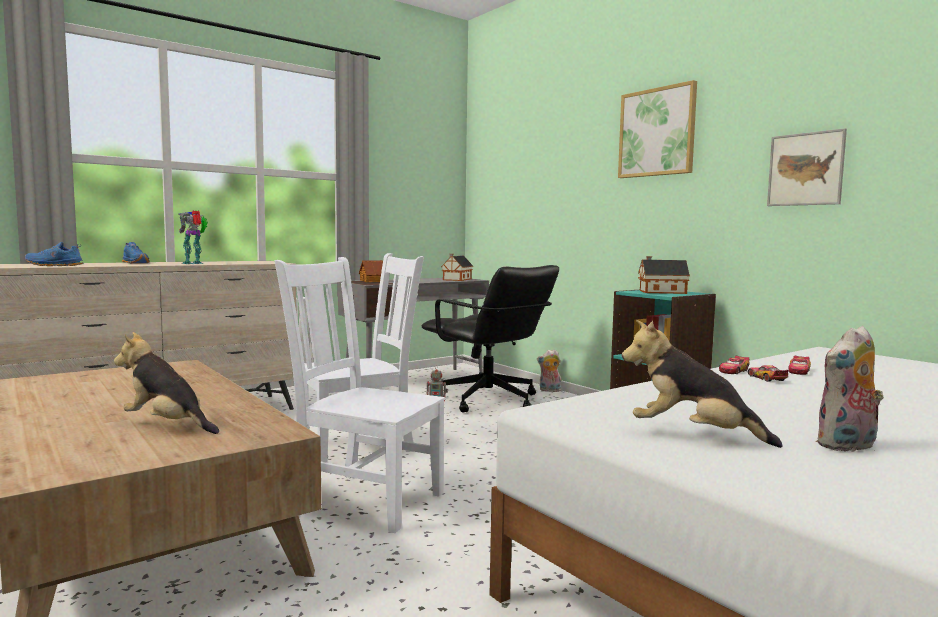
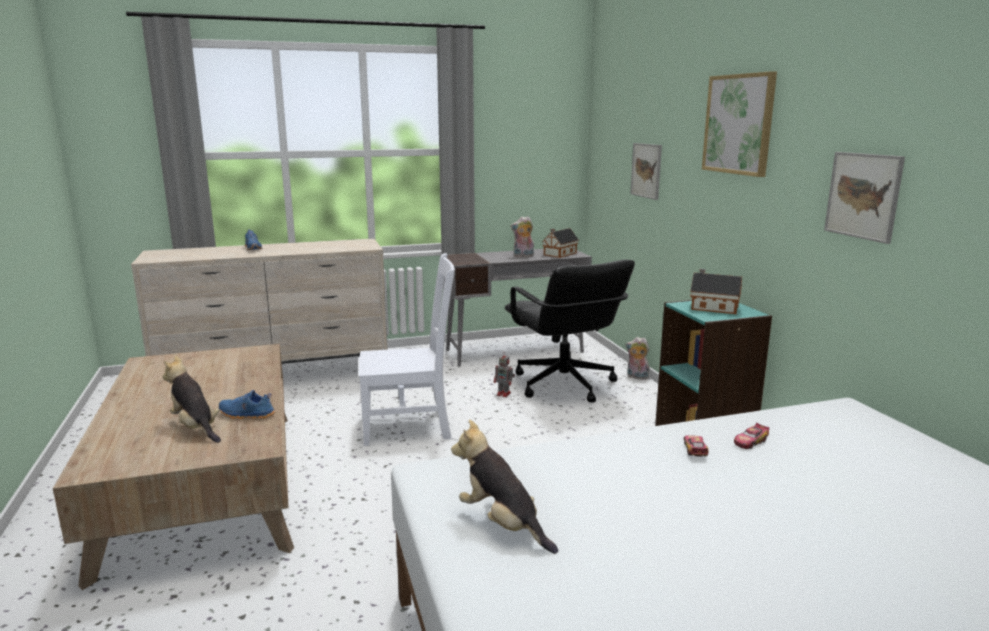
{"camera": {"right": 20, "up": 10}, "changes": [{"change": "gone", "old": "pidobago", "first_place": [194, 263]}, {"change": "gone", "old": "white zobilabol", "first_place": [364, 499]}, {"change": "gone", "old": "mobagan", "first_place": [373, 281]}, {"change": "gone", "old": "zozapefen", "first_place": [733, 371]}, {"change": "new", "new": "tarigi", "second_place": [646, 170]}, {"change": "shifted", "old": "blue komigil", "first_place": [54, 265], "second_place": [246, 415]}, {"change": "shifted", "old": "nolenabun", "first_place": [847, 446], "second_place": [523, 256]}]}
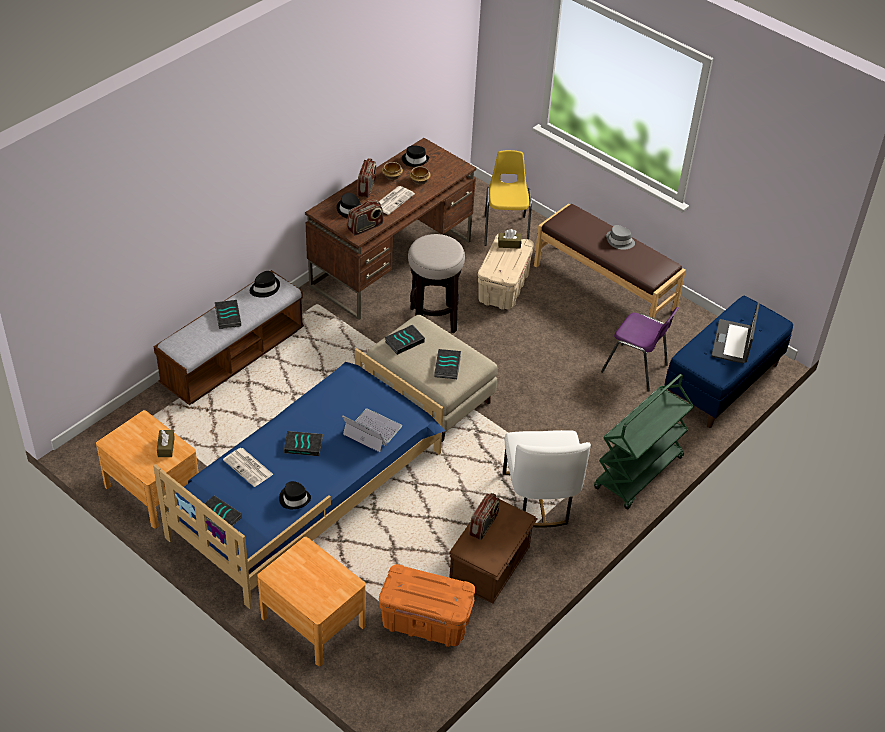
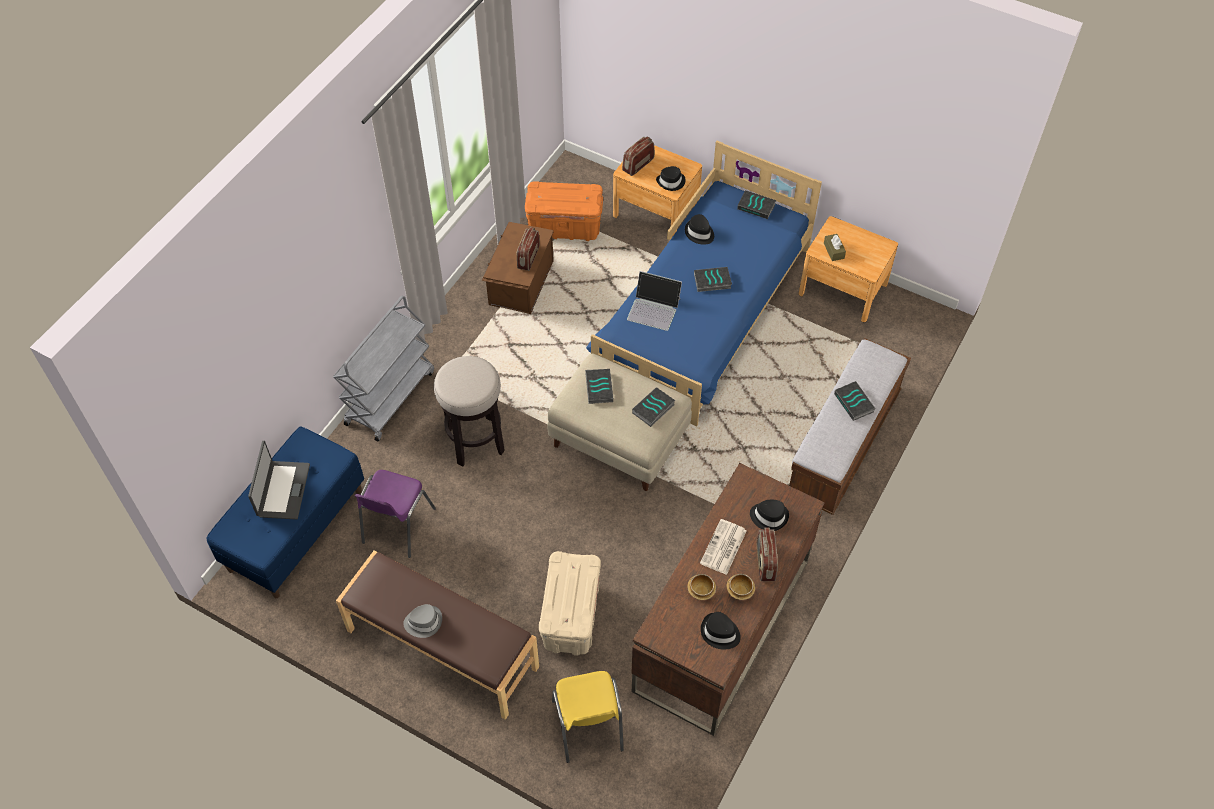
{"camera": {"right": 170, "up": 10}, "changes": [{"change": "gone", "old": "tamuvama", "first_place": [249, 467]}, {"change": "gone", "old": "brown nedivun", "first_place": [509, 244]}, {"change": "gone", "old": "white zobilabol", "first_place": [539, 498]}, {"change": "shifted", "old": "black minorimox", "first_place": [264, 288], "second_place": [671, 182]}, {"change": "shifted", "old": "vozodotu", "first_place": [365, 227], "second_place": [638, 165]}, {"change": "shifted", "old": "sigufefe", "first_place": [433, 320], "second_place": [475, 441]}, {"change": "repainted", "old": "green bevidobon", "new": "grey bevidobon", "first_place": [638, 474], "second_place": [390, 397]}, {"change": "rotated", "old": "purple zobilabol", "first_place": [636, 369], "second_place": [397, 527], "degrees": -90}]}
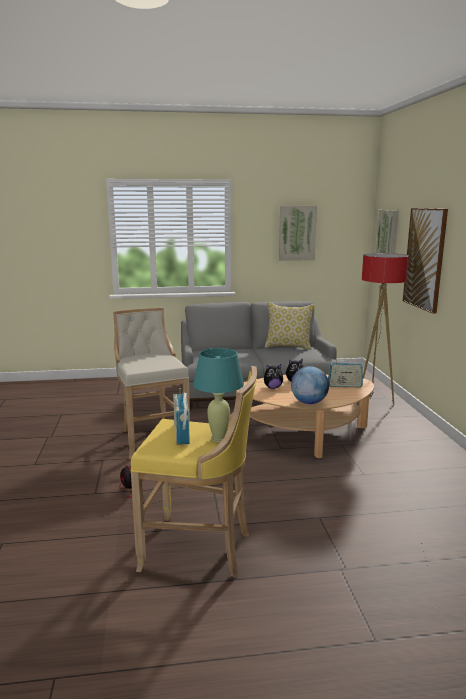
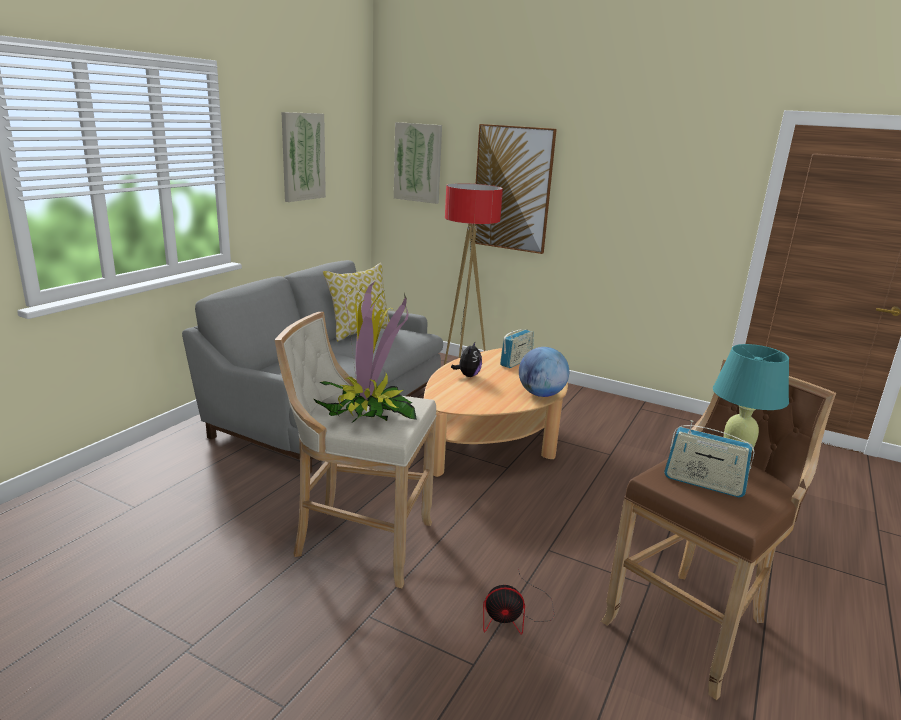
{"camera": {"right": -55, "up": 5}, "changes": [{"change": "gone", "old": "nolenabun", "first_place": [272, 387]}, {"change": "new", "new": "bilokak", "second_place": [367, 412]}, {"change": "repainted", "old": "yellow sigufefe", "new": "brown sigufefe", "first_place": [200, 549], "second_place": [692, 623]}]}
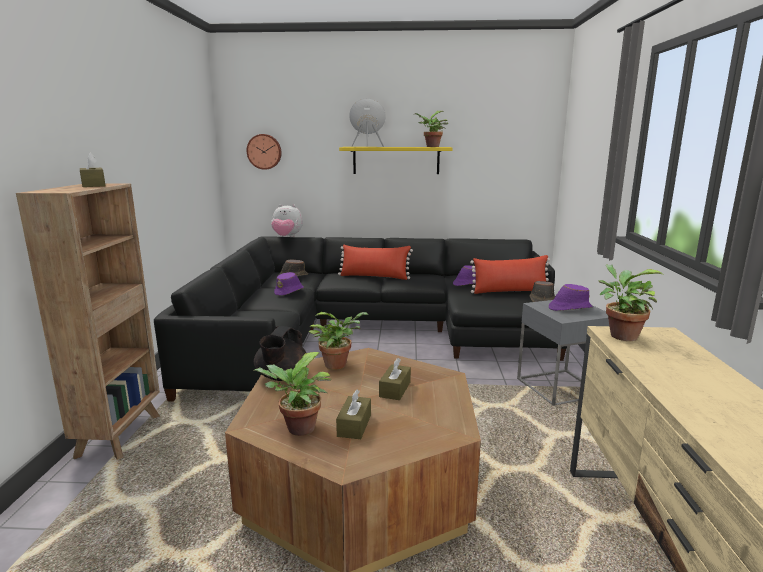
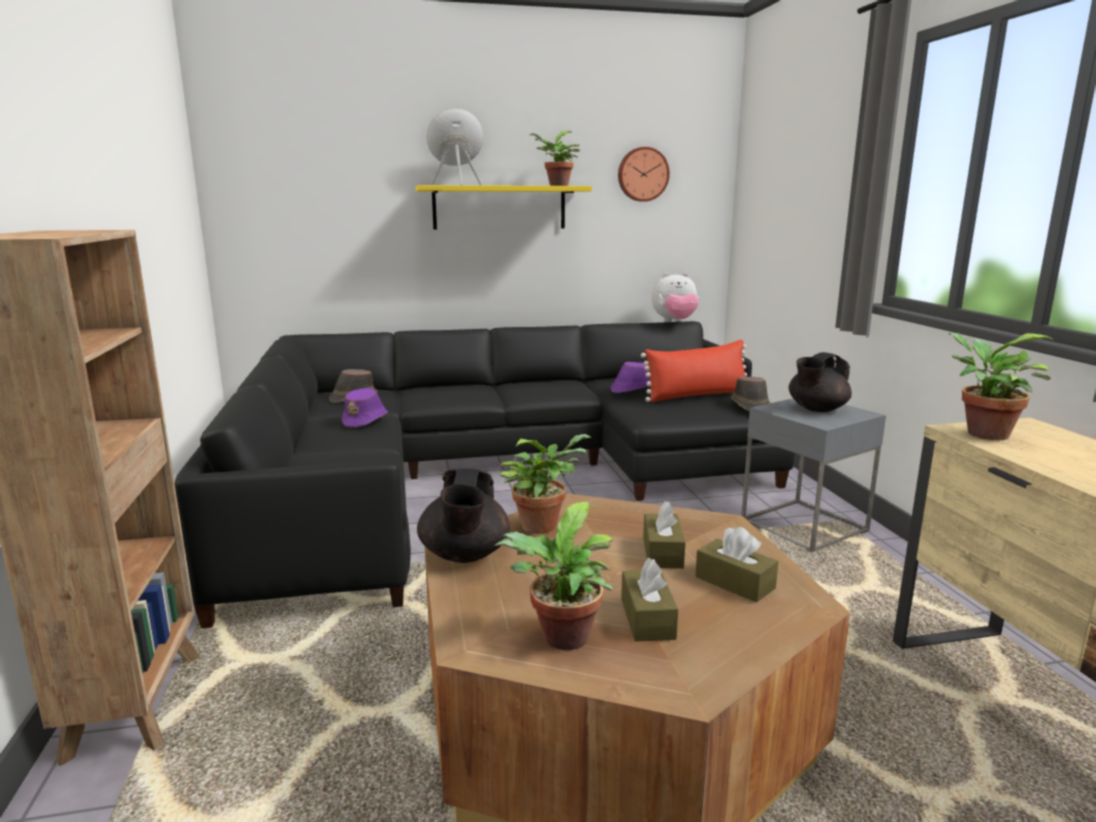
{"camera": {"right": -15, "up": 0}, "changes": [{"change": "gone", "old": "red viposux", "first_place": [374, 276]}, {"change": "shifted", "old": "brown nedivun", "first_place": [93, 185], "second_place": [734, 582]}, {"change": "shifted", "old": "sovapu", "first_place": [264, 151], "second_place": [642, 174]}, {"change": "shifted", "old": "nolenabun", "first_place": [287, 237], "second_place": [675, 322]}, {"change": "swapped", "old": "purple minorimox", "new": "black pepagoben", "first_place": [569, 308], "second_place": [816, 409]}]}
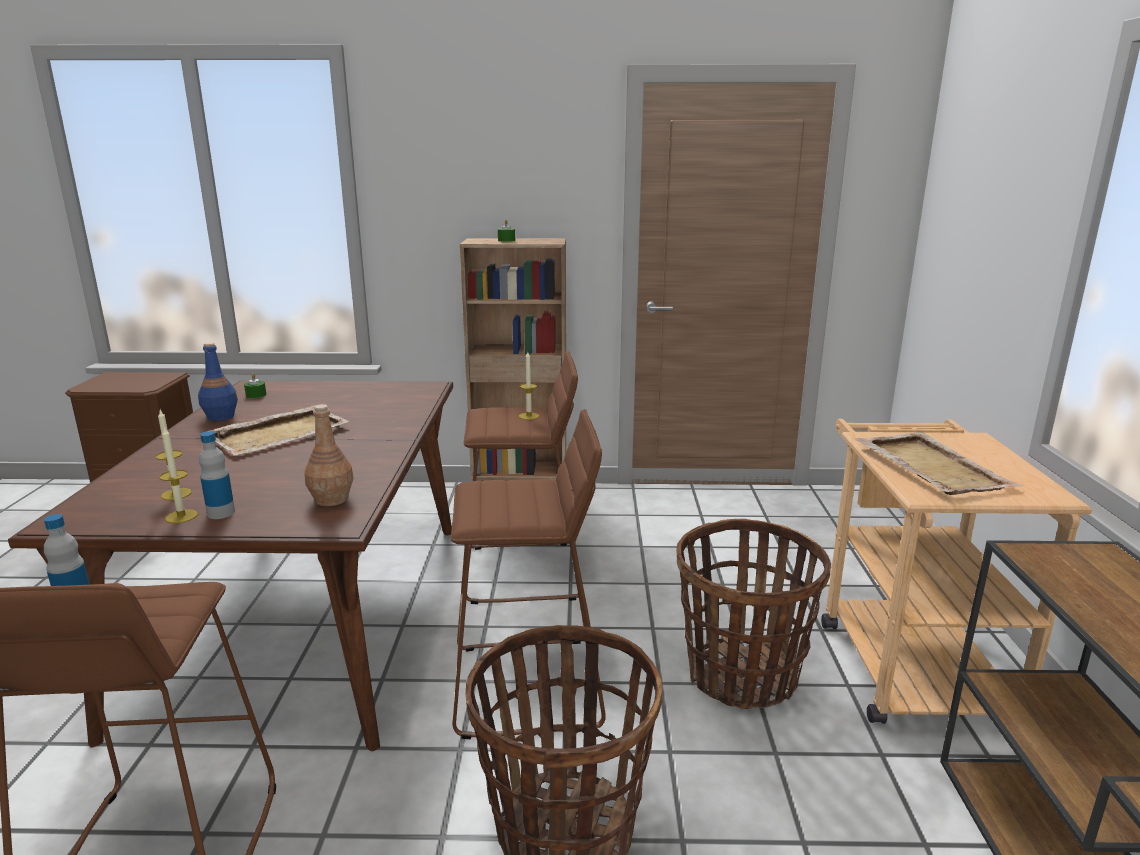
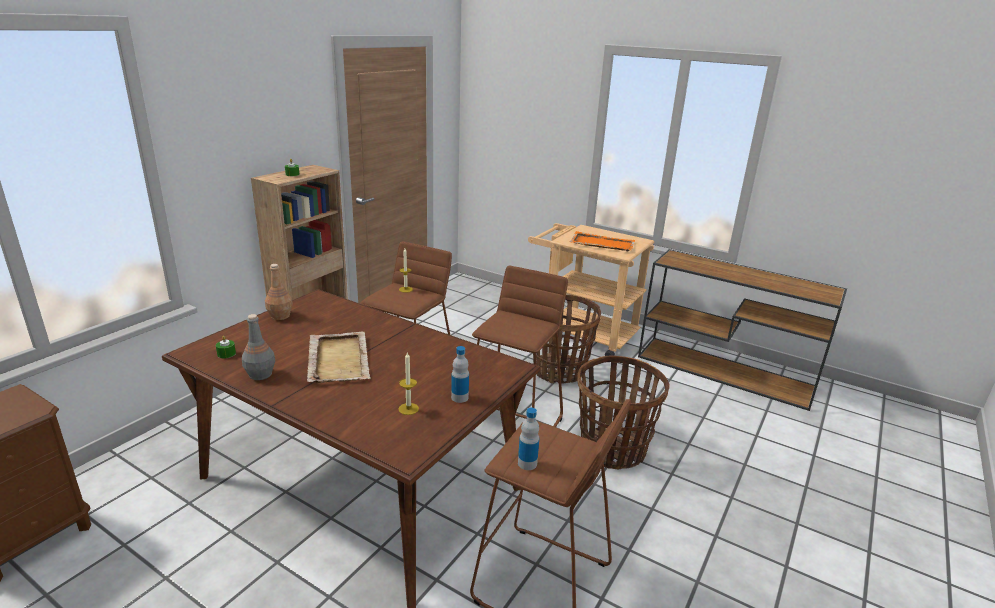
{"camera": {"right": -60, "up": 5}, "changes": [{"change": "gone", "old": "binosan", "first_place": [181, 516]}, {"change": "shifted", "old": "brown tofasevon", "first_place": [332, 499], "second_place": [280, 316]}, {"change": "repainted", "old": "blue tofasevon", "new": "grey tofasevon", "first_place": [221, 416], "second_place": [260, 374]}, {"change": "repainted", "old": "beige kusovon", "new": "orange kusovon", "first_place": [930, 466], "second_place": [601, 243]}]}
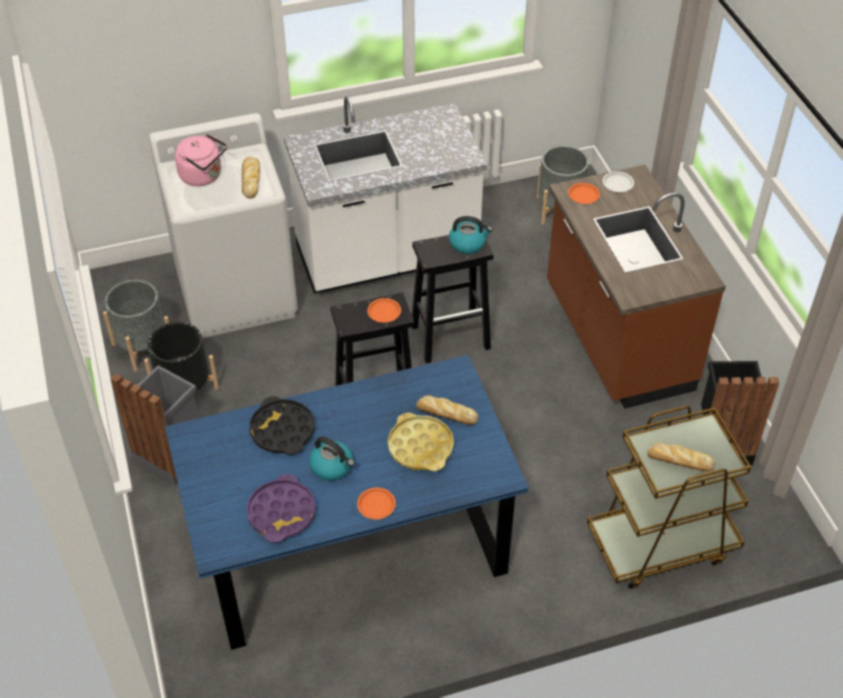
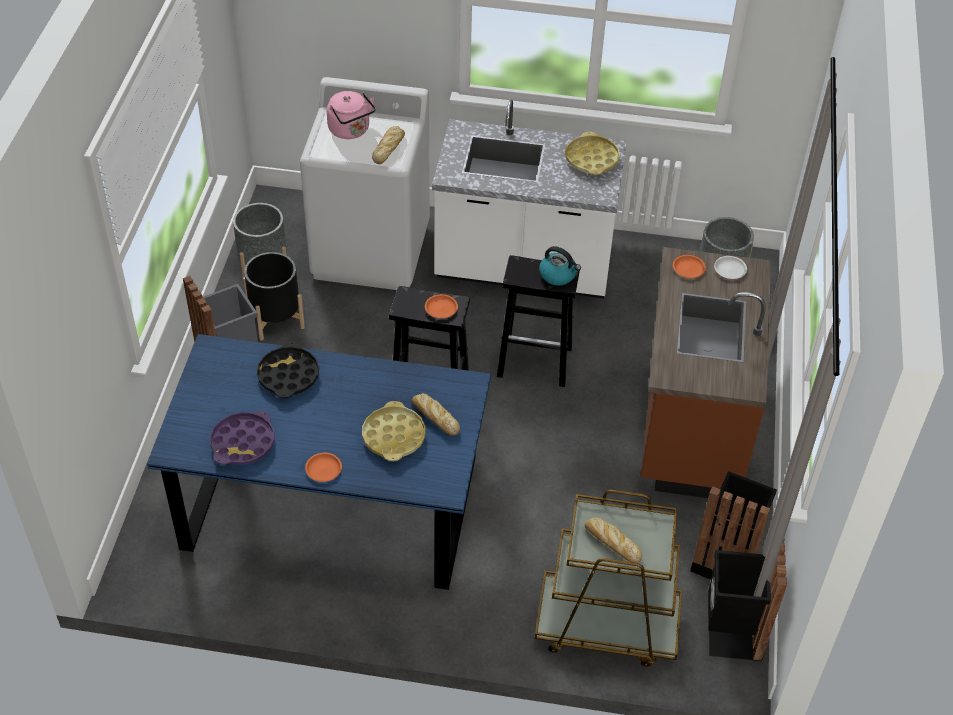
{"camera": {"right": 25, "up": 0}, "changes": [{"change": "gone", "old": "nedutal", "first_place": [332, 466]}, {"change": "new", "new": "yellow kusovon", "second_place": [591, 159]}, {"change": "new", "new": "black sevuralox", "second_place": [731, 632]}]}
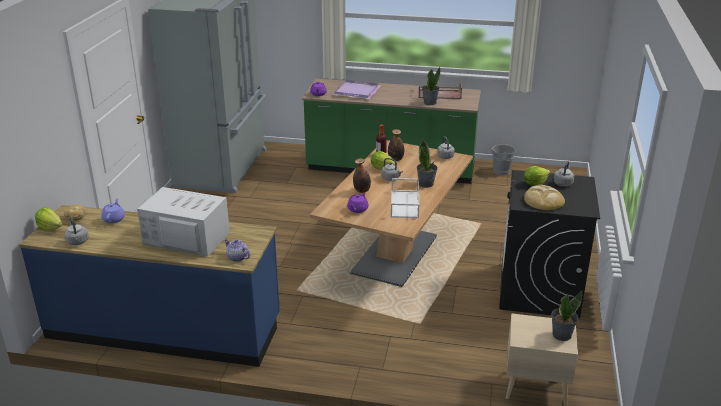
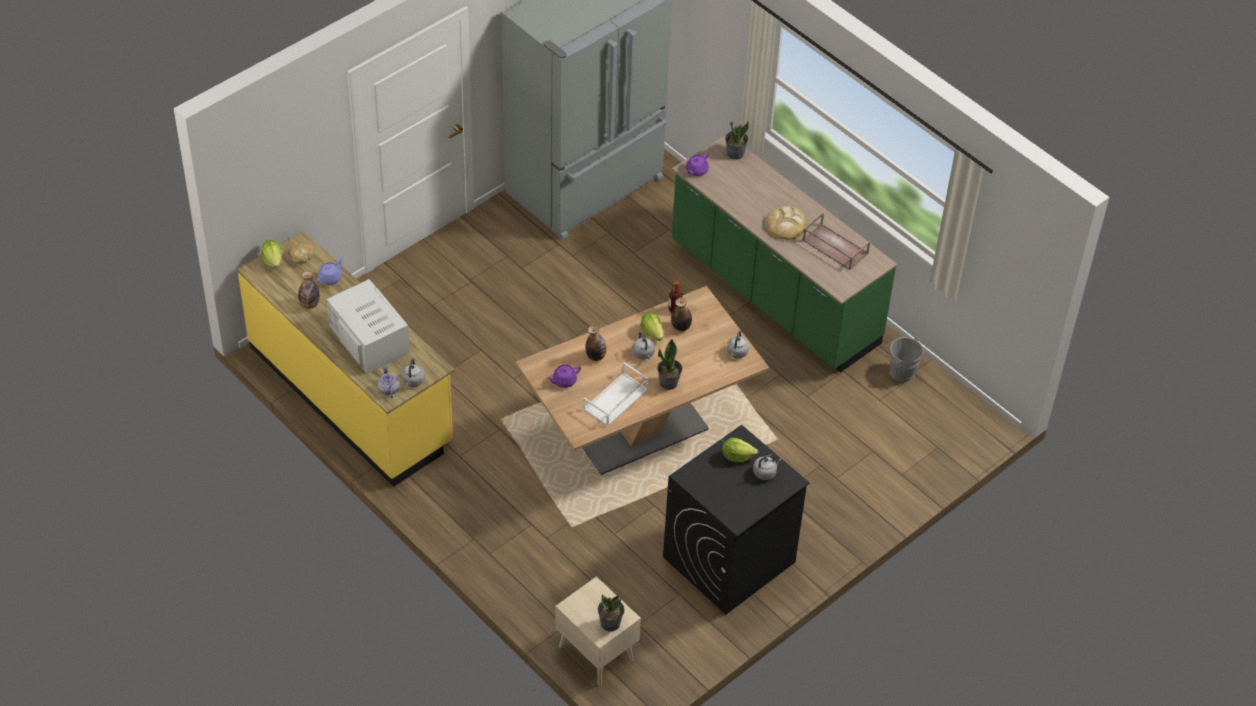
{"camera": {"right": 35, "up": 20}, "changes": [{"change": "gone", "old": "purple kusovon", "first_place": [356, 91]}, {"change": "new", "new": "tofasevon", "second_place": [309, 304]}, {"change": "shifted", "old": "grey nedutal", "first_place": [78, 242], "second_place": [413, 381]}, {"change": "shifted", "old": "bilokak", "first_place": [429, 102], "second_place": [735, 153]}, {"change": "shifted", "old": "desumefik", "first_place": [543, 200], "second_place": [786, 225]}, {"change": "repainted", "old": "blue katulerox", "new": "yellow katulerox", "first_place": [164, 328], "second_place": [351, 395]}]}
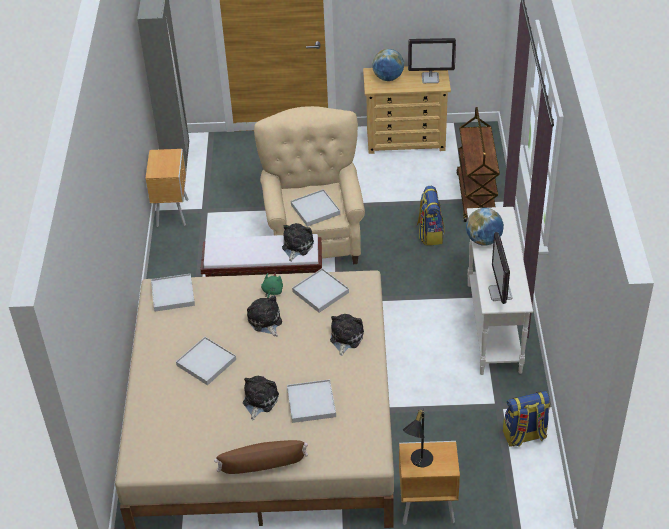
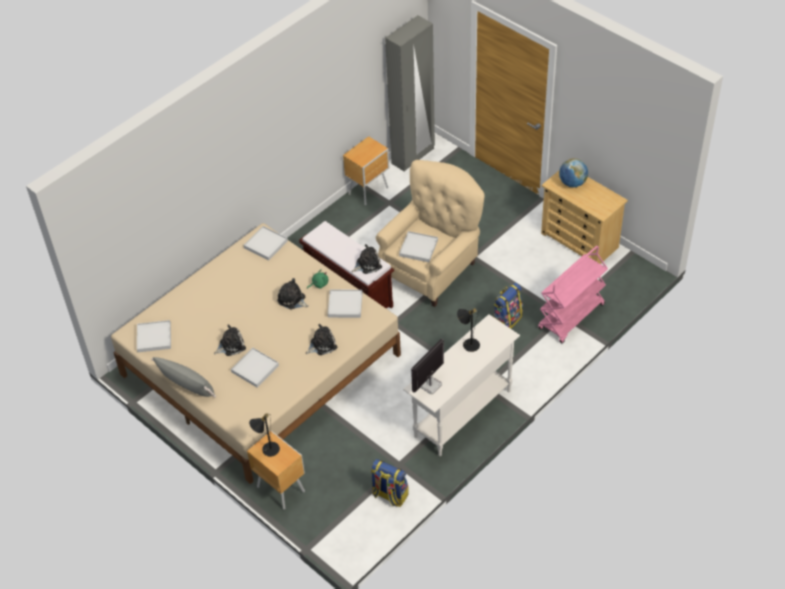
{"camera": {"right": 45, "up": 5}, "changes": [{"change": "gone", "old": "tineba", "first_place": [430, 78]}, {"change": "shifted", "old": "white kusovon", "first_place": [206, 362], "second_place": [154, 337]}, {"change": "swapped", "old": "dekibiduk", "new": "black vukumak", "first_place": [483, 240], "second_place": [468, 343]}, {"change": "repainted", "old": "brown viposux", "new": "grey viposux", "first_place": [262, 466], "second_place": [186, 384]}, {"change": "repainted", "old": "brown bevidobon", "new": "pink bevidobon", "first_place": [476, 197], "second_place": [571, 317]}, {"change": "rotated", "old": "nolenabun", "first_place": [265, 321], "second_place": [292, 300], "degrees": -75}]}
